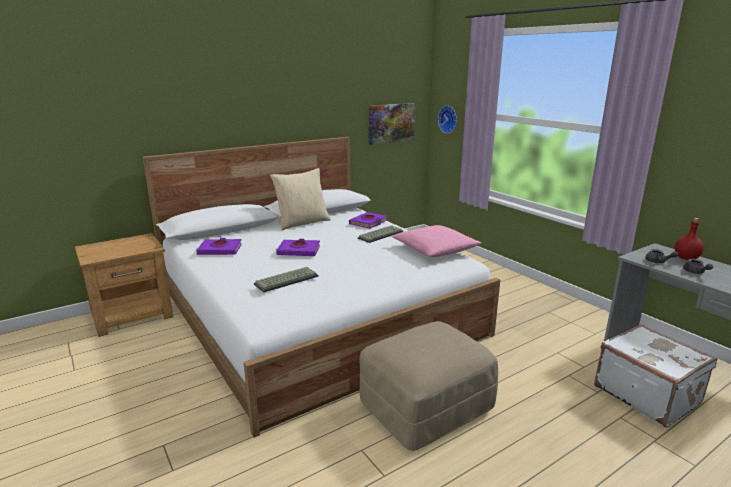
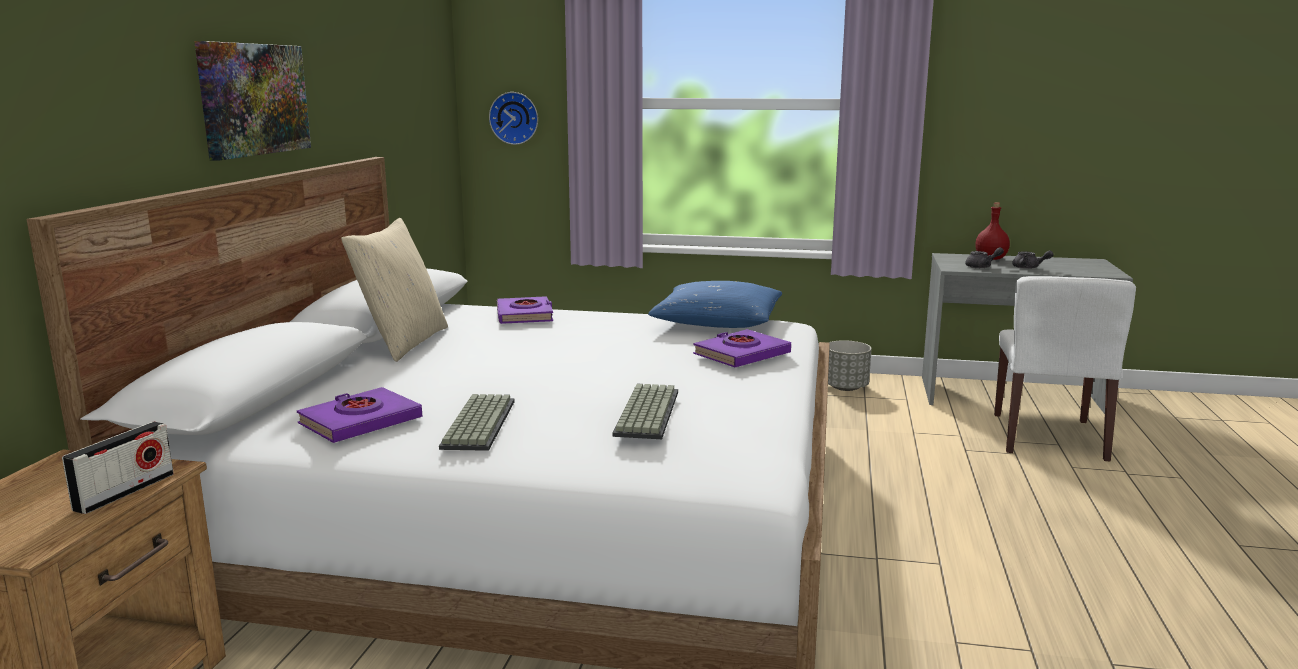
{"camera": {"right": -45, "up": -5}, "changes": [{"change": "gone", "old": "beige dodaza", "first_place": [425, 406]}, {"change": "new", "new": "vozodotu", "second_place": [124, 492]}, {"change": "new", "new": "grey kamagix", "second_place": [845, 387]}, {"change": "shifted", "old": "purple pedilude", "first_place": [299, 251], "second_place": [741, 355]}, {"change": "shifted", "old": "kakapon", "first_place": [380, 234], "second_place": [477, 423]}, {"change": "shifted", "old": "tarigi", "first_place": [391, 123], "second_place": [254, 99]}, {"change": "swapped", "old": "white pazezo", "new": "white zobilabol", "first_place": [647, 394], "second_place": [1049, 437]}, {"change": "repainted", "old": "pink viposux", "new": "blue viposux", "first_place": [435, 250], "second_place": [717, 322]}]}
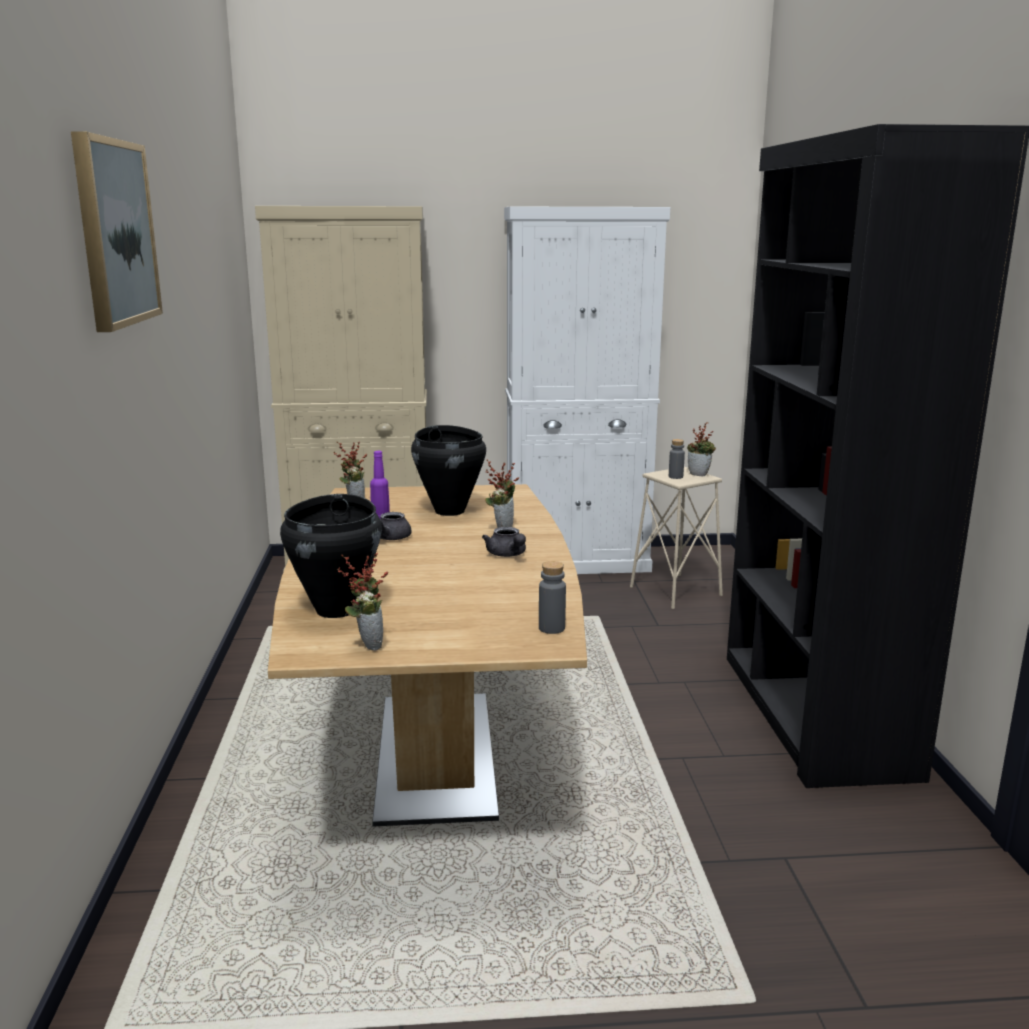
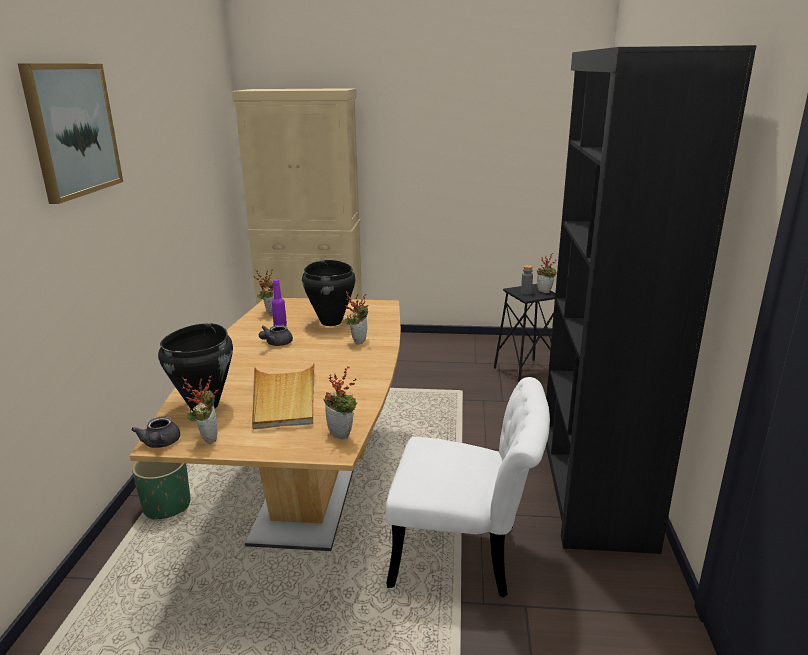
{"camera": {"right": 10, "up": 5}, "changes": [{"change": "gone", "old": "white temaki", "first_place": [577, 561]}, {"change": "new", "new": "green kamagix", "second_place": [167, 506]}, {"change": "new", "new": "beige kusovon", "second_place": [284, 399]}, {"change": "new", "new": "white zobilabol", "second_place": [467, 555]}, {"change": "shifted", "old": "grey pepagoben", "first_place": [507, 555], "second_place": [160, 444]}, {"change": "swapped", "old": "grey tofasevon", "new": "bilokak", "first_place": [551, 628], "second_place": [343, 434]}, {"change": "repainted", "old": "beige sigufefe", "new": "black sigufefe", "first_place": [676, 591], "second_place": [526, 373]}]}
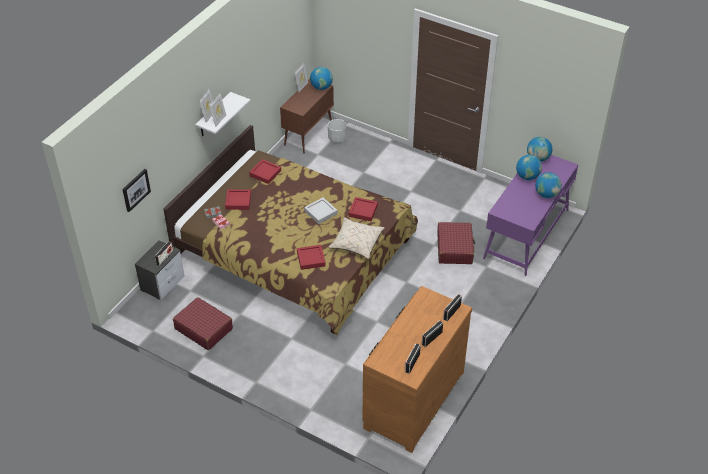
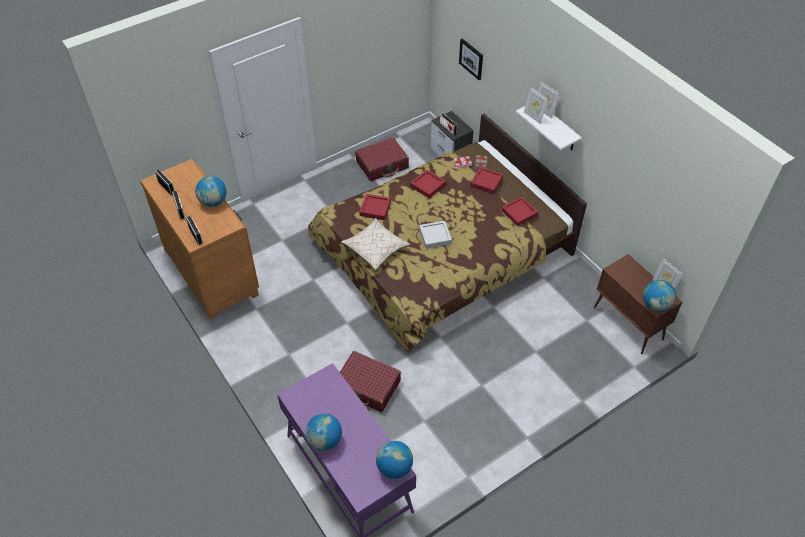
{"camera": {"right": 115, "up": 5}, "changes": [{"change": "gone", "old": "white kamagix", "first_place": [337, 138]}, {"change": "shifted", "old": "red kusovon", "first_place": [363, 211], "second_place": [427, 186]}, {"change": "shifted", "old": "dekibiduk", "first_place": [527, 176], "second_place": [213, 201]}]}
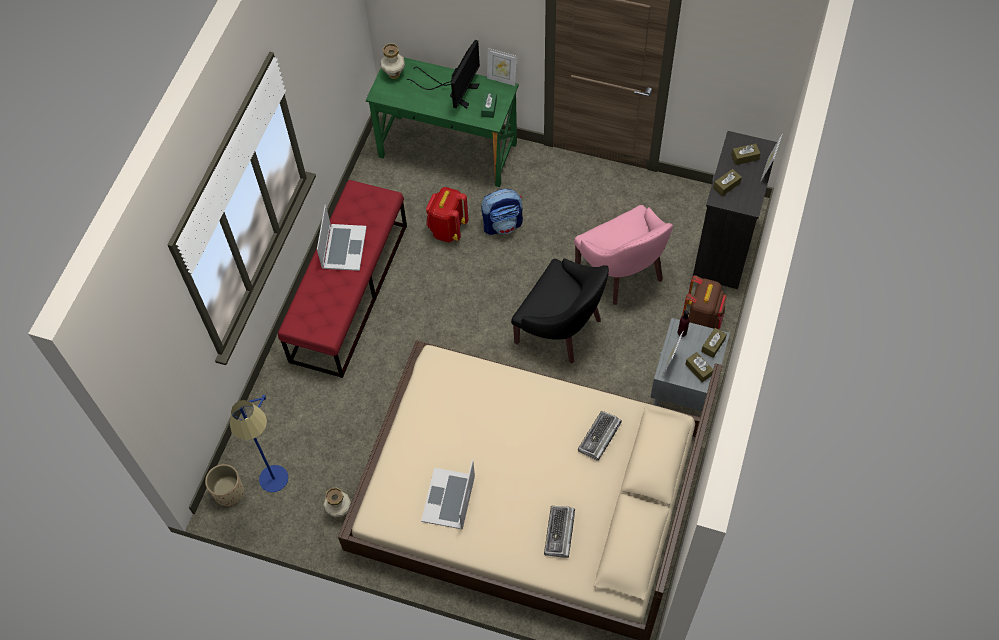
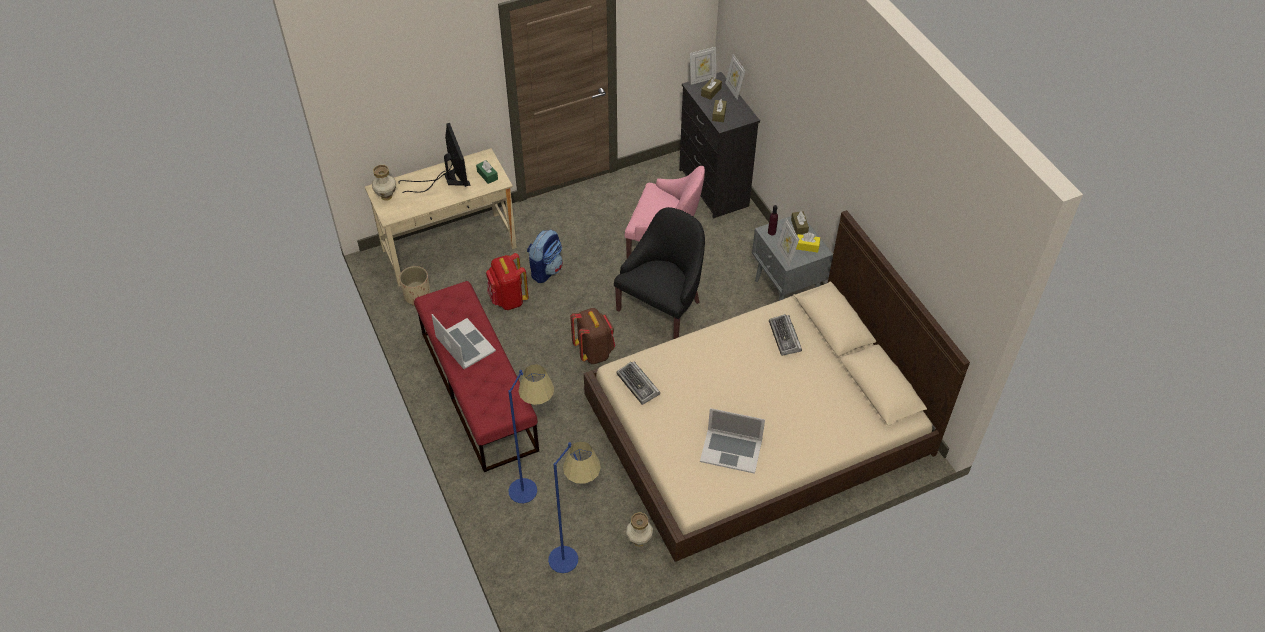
{"camera": {"right": -45, "up": -10}, "changes": [{"change": "new", "new": "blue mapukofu", "second_place": [536, 491]}, {"change": "shifted", "old": "beige kamagix", "first_place": [229, 492], "second_place": [417, 296]}, {"change": "shifted", "old": "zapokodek", "first_place": [502, 79], "second_place": [702, 79]}, {"change": "shifted", "old": "kakapon", "first_place": [559, 533], "second_place": [638, 385]}, {"change": "shifted", "old": "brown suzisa", "first_place": [701, 320], "second_place": [594, 352]}, {"change": "repainted", "old": "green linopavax", "new": "beige linopavax", "first_place": [448, 150], "second_place": [449, 248]}, {"change": "repainted", "old": "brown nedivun", "new": "yellow nedivun", "first_place": [698, 369], "second_place": [807, 246]}, {"change": "rotated", "old": "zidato", "first_place": [449, 498], "second_place": [731, 450], "degrees": -45}, {"change": "rotated", "old": "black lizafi", "first_place": [561, 328], "second_place": [662, 307], "degrees": -45}]}
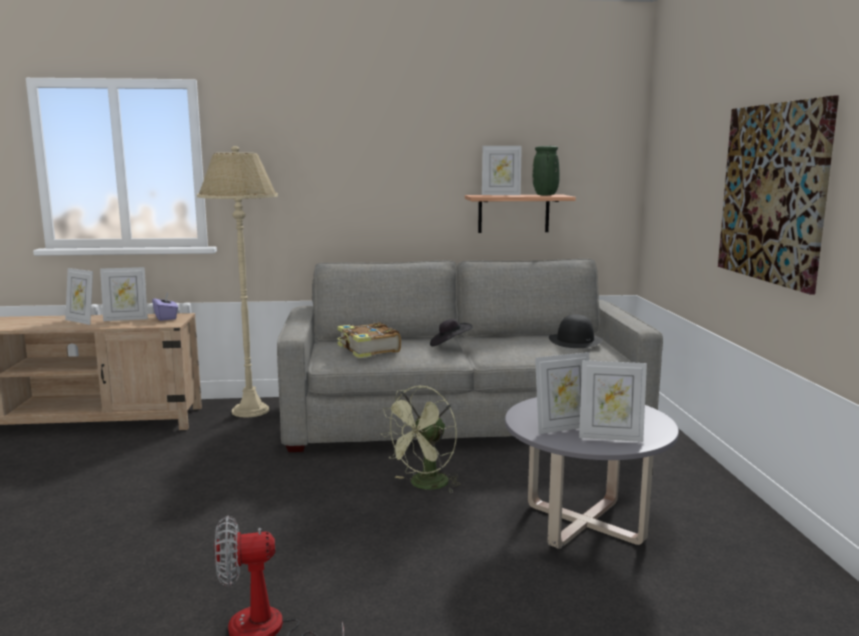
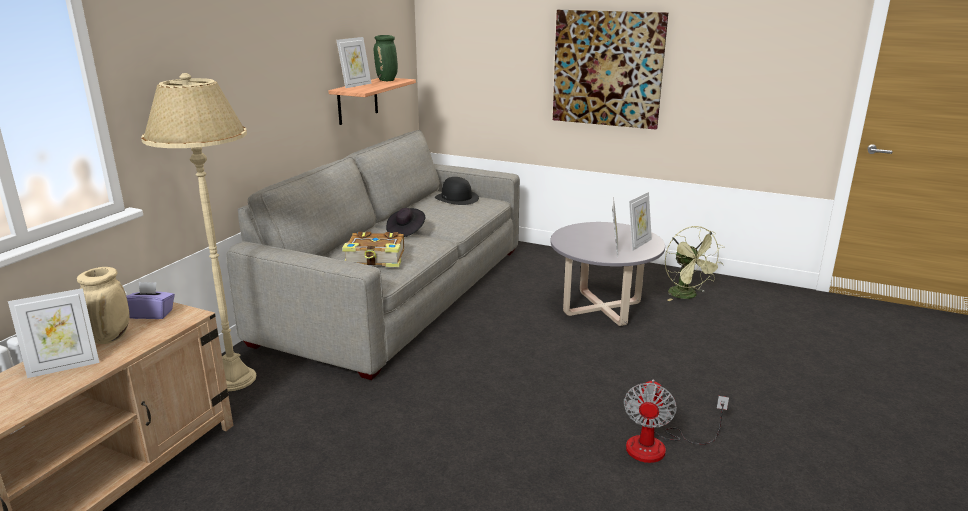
{"camera": {"right": -60, "up": 10}, "changes": [{"change": "shifted", "old": "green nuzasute", "first_place": [424, 485], "second_place": [687, 296]}, {"change": "swapped", "old": "zapokodek", "new": "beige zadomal", "first_place": [126, 319], "second_place": [111, 337]}]}
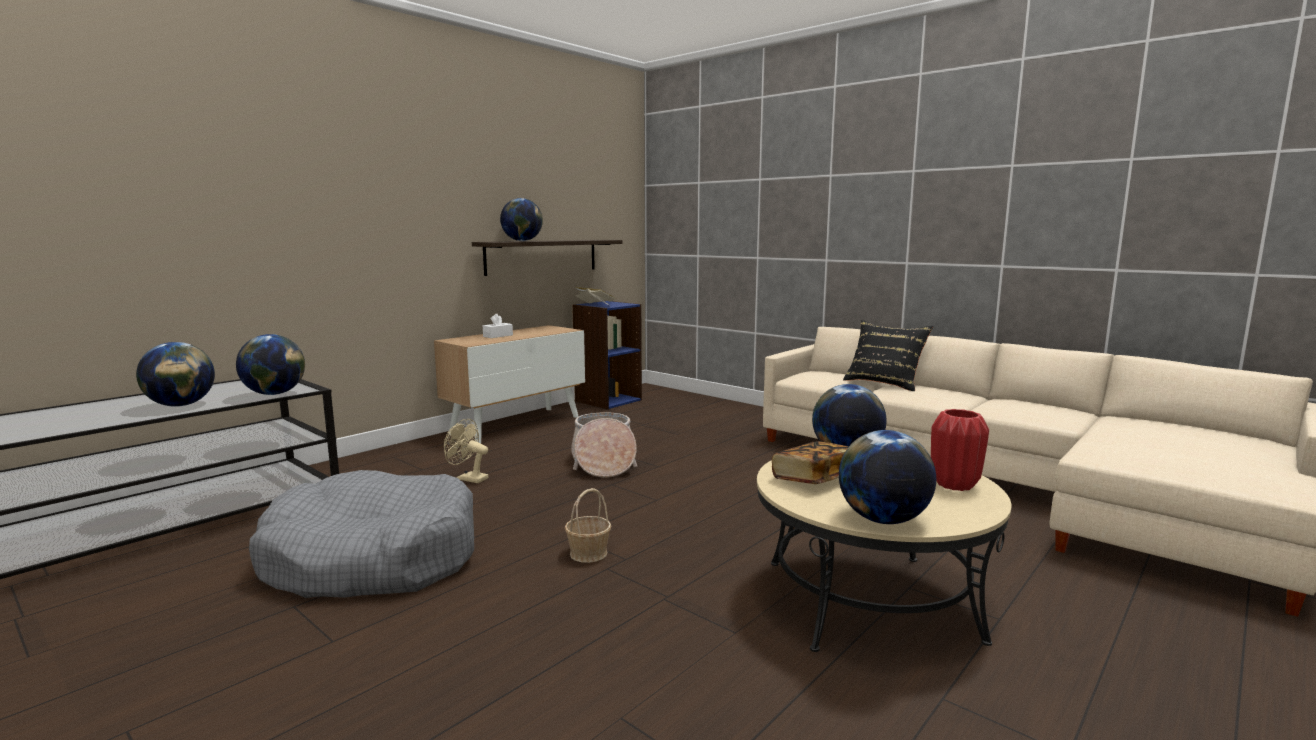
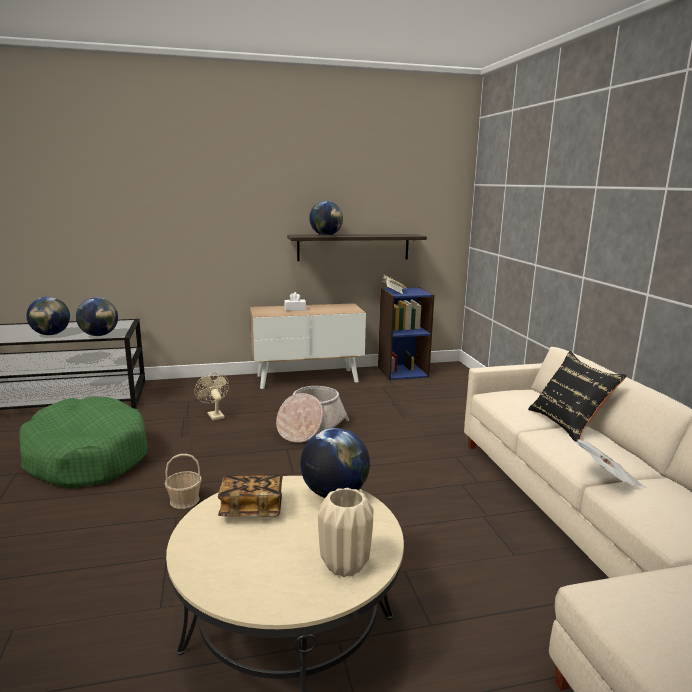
{"camera": {"right": 35, "up": 5}, "changes": [{"change": "gone", "old": "dekibiduk", "first_place": [883, 520]}, {"change": "new", "new": "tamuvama", "second_place": [607, 480]}, {"change": "repainted", "old": "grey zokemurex", "new": "green zokemurex", "first_place": [372, 559], "second_place": [86, 457]}, {"change": "repainted", "old": "red zadomal", "new": "beige zadomal", "first_place": [955, 485], "second_place": [345, 566]}]}
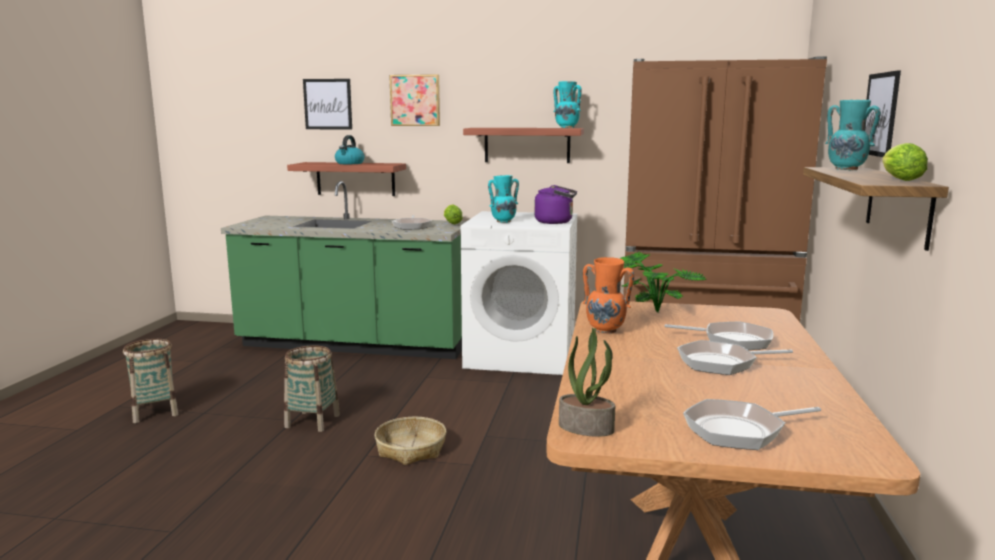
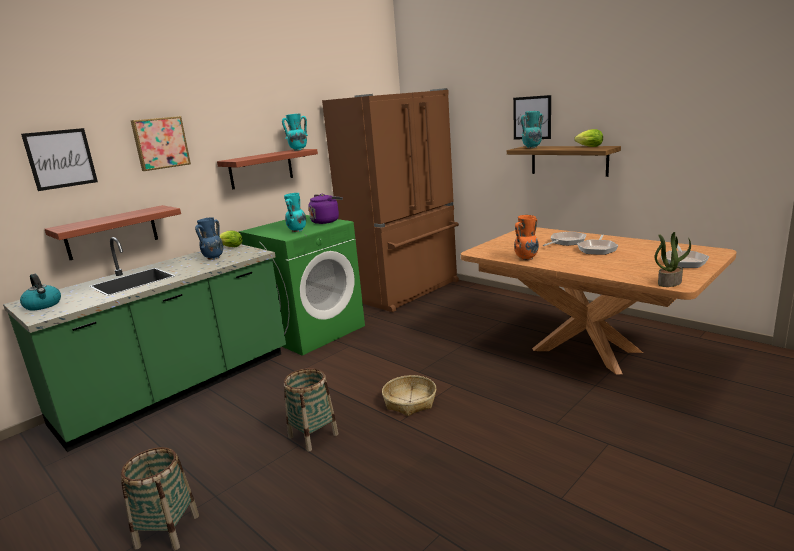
{"camera": {"right": -55, "up": 5}, "changes": [{"change": "gone", "old": "bilokak", "first_place": [653, 311]}, {"change": "shifted", "old": "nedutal", "first_place": [349, 163], "second_place": [43, 305]}, {"change": "swapped", "old": "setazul", "new": "blue zadomal", "first_place": [412, 226], "second_place": [213, 258]}, {"change": "repainted", "old": "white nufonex", "new": "green nufonex", "first_place": [522, 355], "second_place": [312, 331]}]}
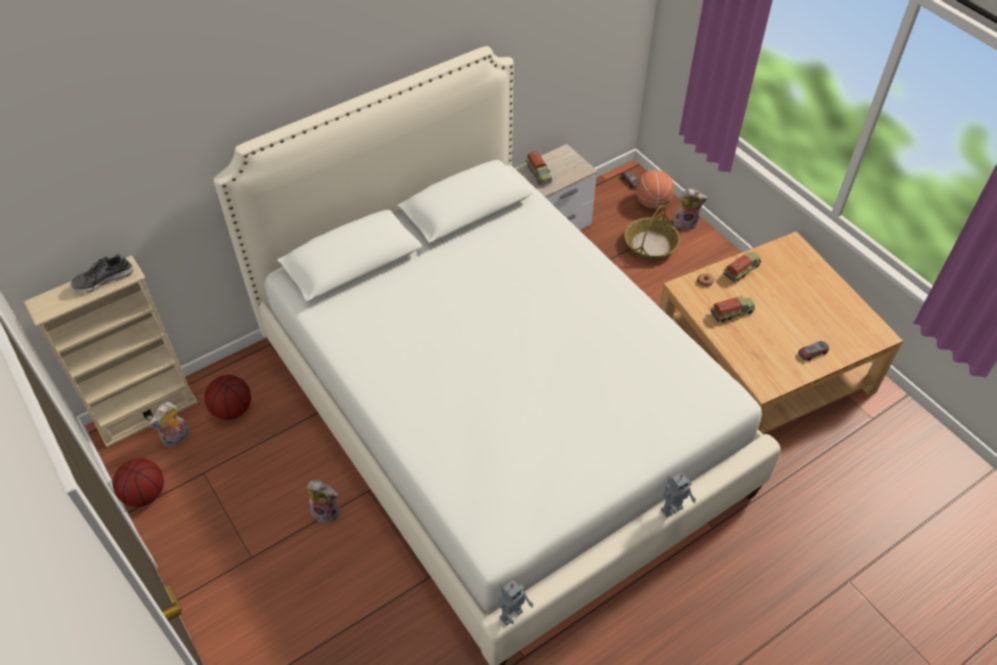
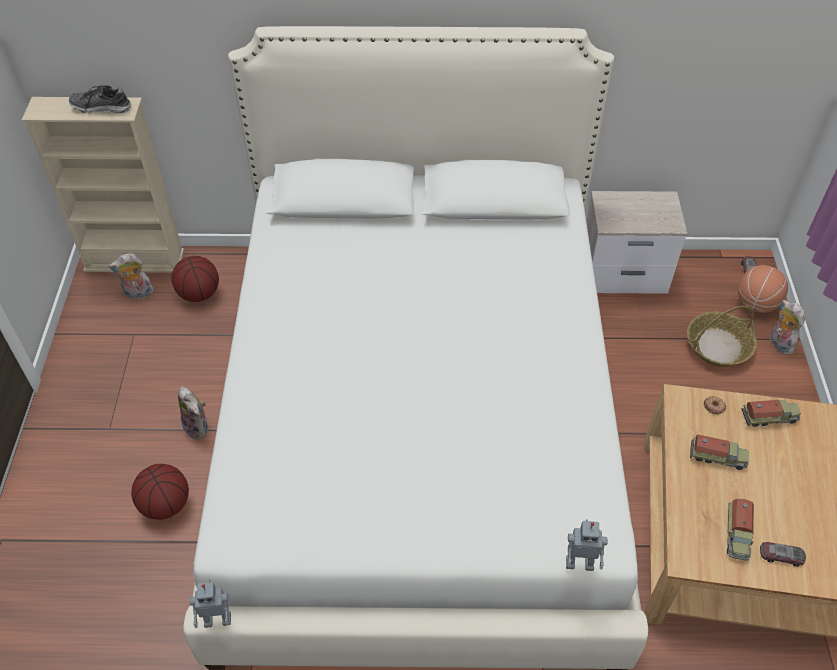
{"camera": {"right": 35, "up": 0}, "changes": [{"change": "shifted", "old": "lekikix", "first_place": [145, 493], "second_place": [166, 504]}, {"change": "shifted", "old": "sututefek", "first_place": [539, 174], "second_place": [737, 534]}, {"change": "shifted", "old": "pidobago", "first_place": [671, 508], "second_place": [579, 562]}, {"change": "rotated", "old": "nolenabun", "first_place": [686, 223], "second_place": [778, 343], "degrees": -150}]}
